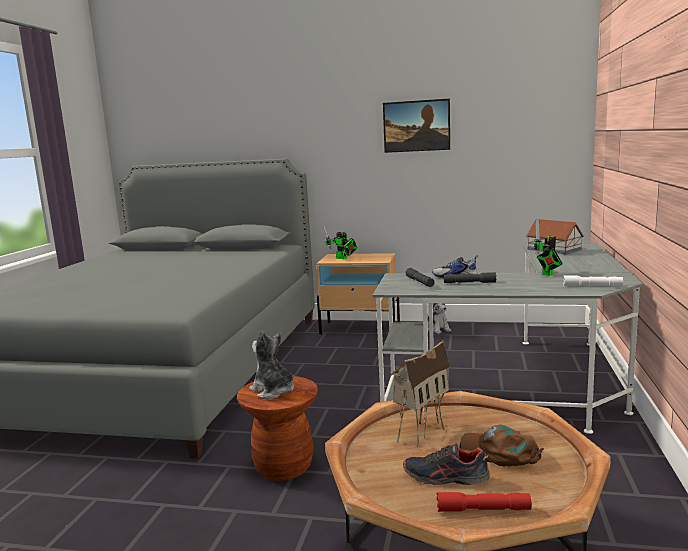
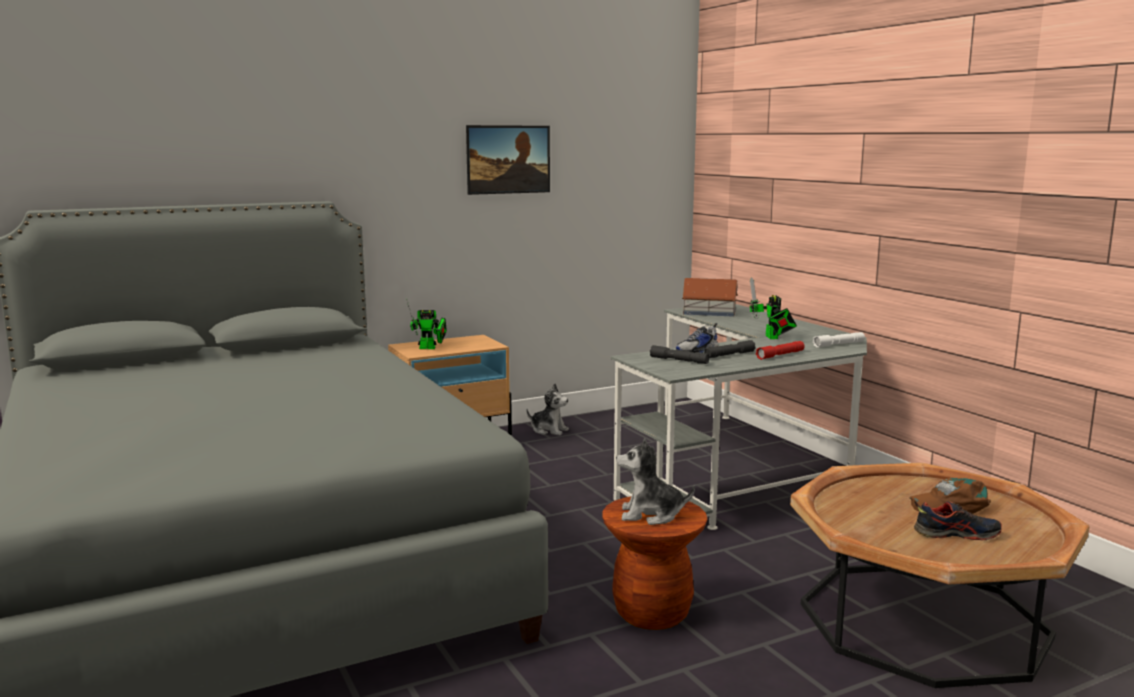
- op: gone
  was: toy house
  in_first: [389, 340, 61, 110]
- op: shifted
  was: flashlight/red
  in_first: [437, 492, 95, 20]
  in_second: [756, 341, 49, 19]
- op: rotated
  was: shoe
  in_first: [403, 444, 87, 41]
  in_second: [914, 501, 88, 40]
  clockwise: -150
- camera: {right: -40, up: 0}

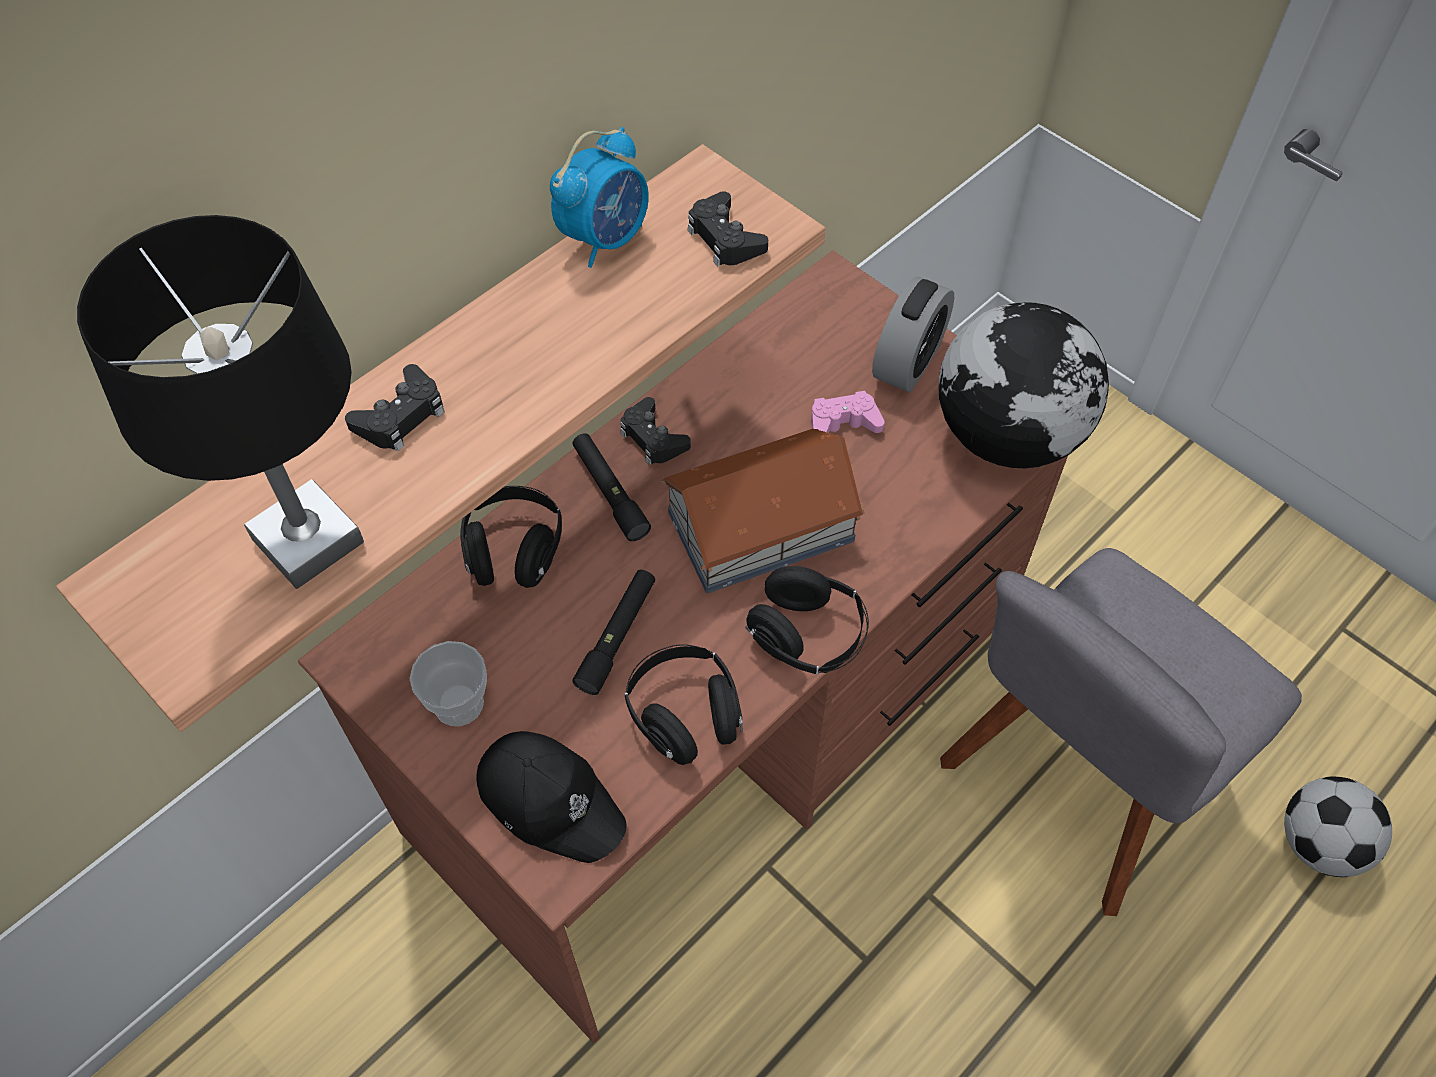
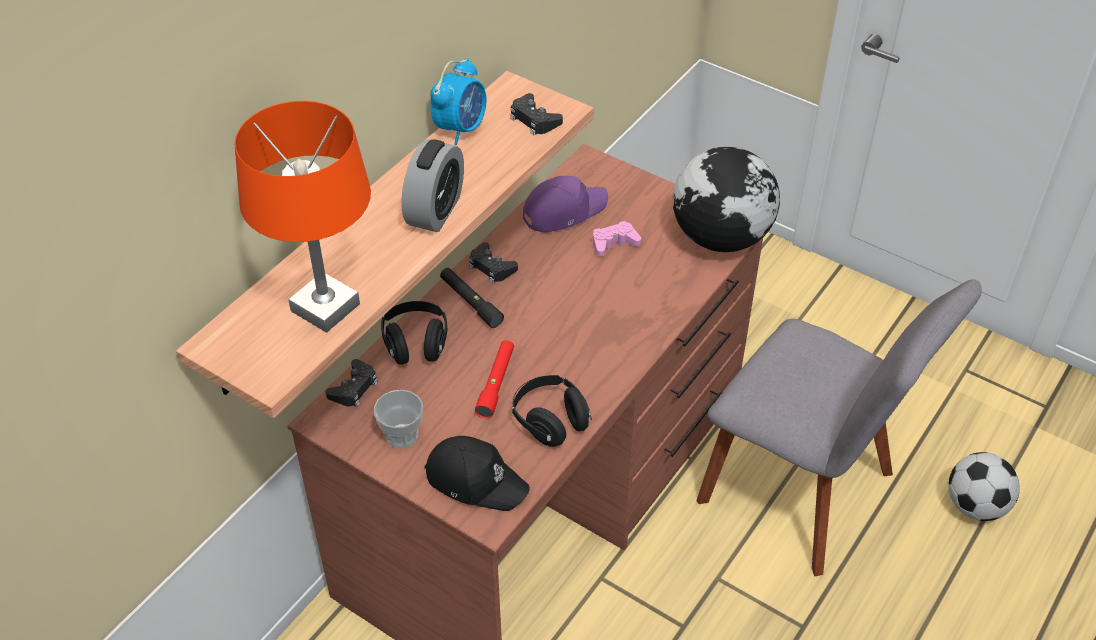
- op: gone
  was: toy house
  in_first: [660, 429, 205, 164]
- op: gone
  was: headphones/black
  in_first: [745, 566, 124, 108]
- op: new
  now: cap/purple
  in_second: [523, 176, 85, 56]
- op: shifted
  was: game controller/black
  in_first: [345, 364, 99, 88]
  in_second: [325, 359, 53, 48]
- op: shifted
  was: alarm clock
  in_first: [872, 276, 82, 116]
  in_second: [401, 139, 63, 93]
- op: repainted
  was: table lamp/black
  now: table lamp/orange
  in_first: [77, 215, 287, 374]
  in_second: [234, 101, 137, 232]
- op: repainted
  was: flashlight/black
  now: flashlight/red
  in_first: [572, 570, 83, 125]
  in_second: [475, 340, 39, 78]
- op: rotated
  was: chair/grey
  in_first: [940, 548, 362, 368]
  in_second: [697, 279, 285, 297]
  clockwise: -90
- camera: {right: -10, up: -10}

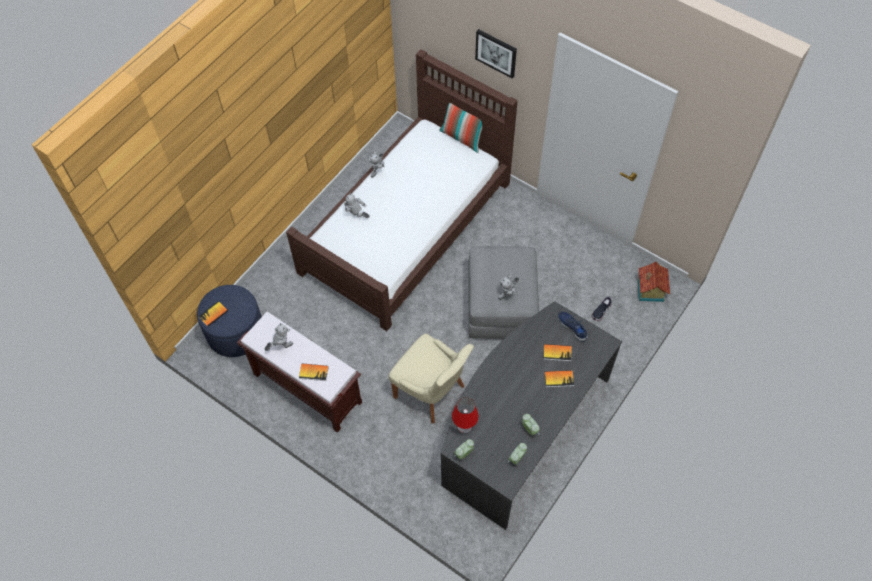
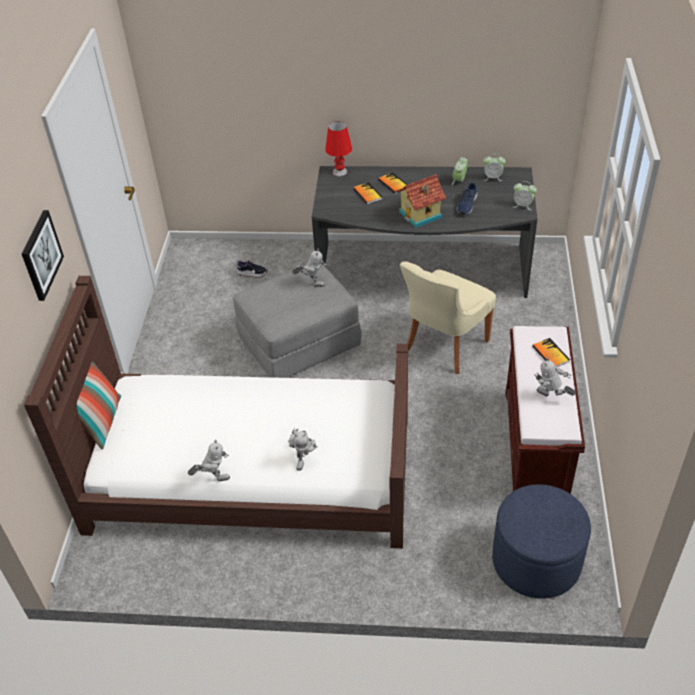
- op: gone
  was: book
  in_first: [198, 301, 30, 26]
- op: shifted
  was: table lamp/red
  in_first: [452, 397, 27, 36]
  in_second: [325, 121, 27, 55]
- op: shifted
  was: shoe/blue
  in_first: [558, 312, 30, 30]
  in_second: [457, 182, 21, 33]
- op: shifted
  was: toy house
  in_first: [638, 261, 32, 41]
  in_second: [396, 174, 50, 54]
- op: rotated
  was: chair/beige
  in_first: [389, 334, 85, 90]
  in_second: [400, 261, 96, 113]
  clockwise: -150
- camera: {right: -120, up: -15}

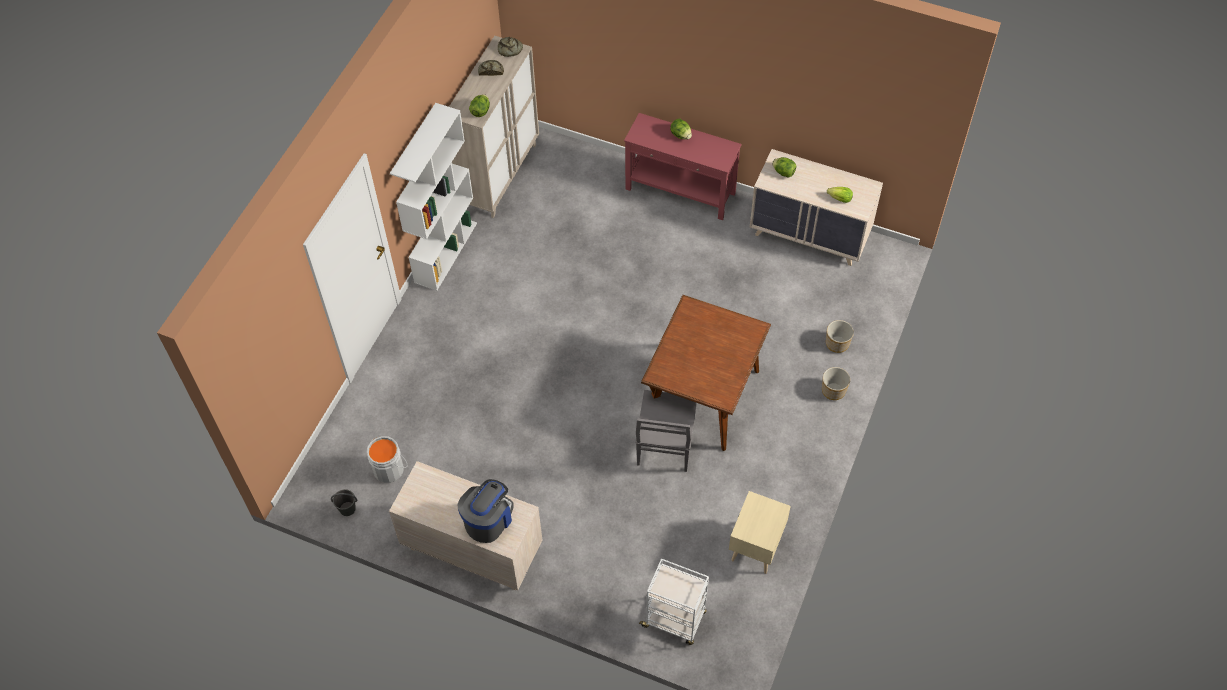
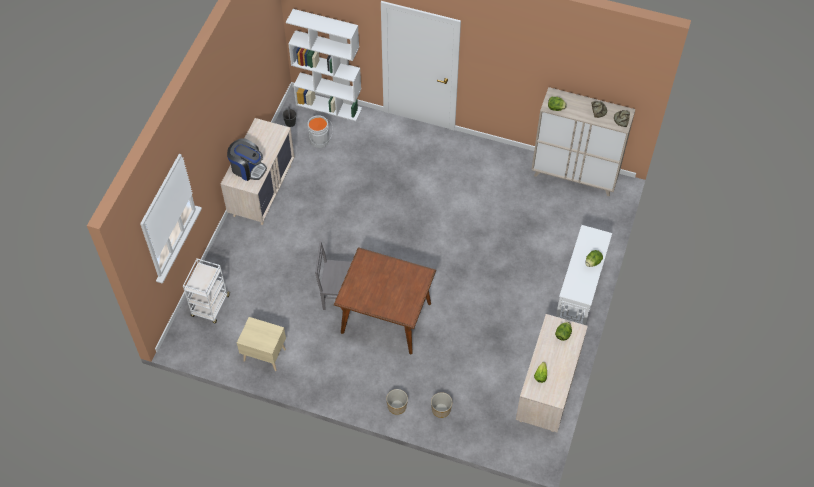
- op: shifted
  was: bookcase/white
  in_first: [390, 103, 87, 188]
  in_second: [286, 9, 76, 112]
- op: repainted
  was: console table/red
  now: console table/white
  in_first: [624, 113, 117, 107]
  in_second: [556, 225, 56, 100]
- camera: {right: 85, up: 0}

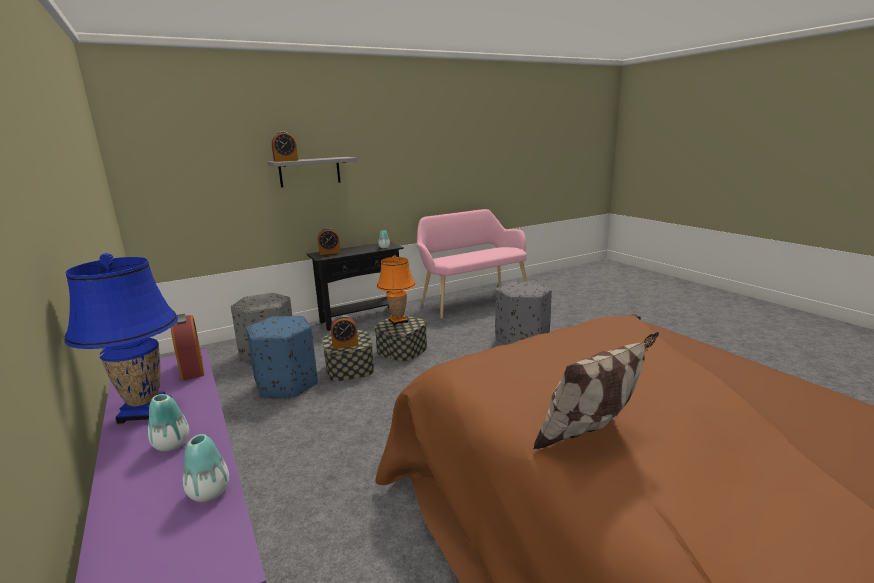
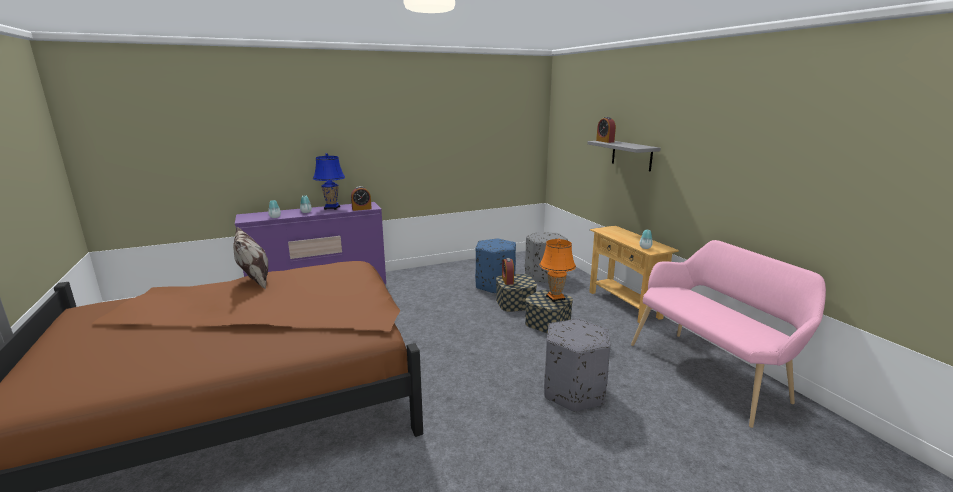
- op: gone
  was: alarm clock
  in_first: [318, 228, 22, 27]
- op: repainted
  was: console table/black
  now: console table/beige
  in_first: [307, 242, 97, 89]
  in_second: [589, 226, 90, 97]
- camera: {right: 95, up: 0}

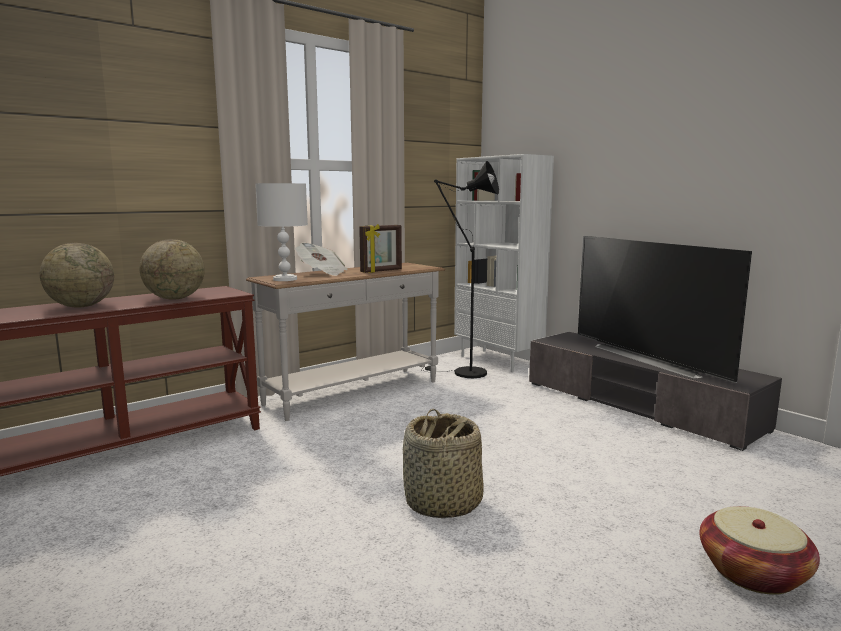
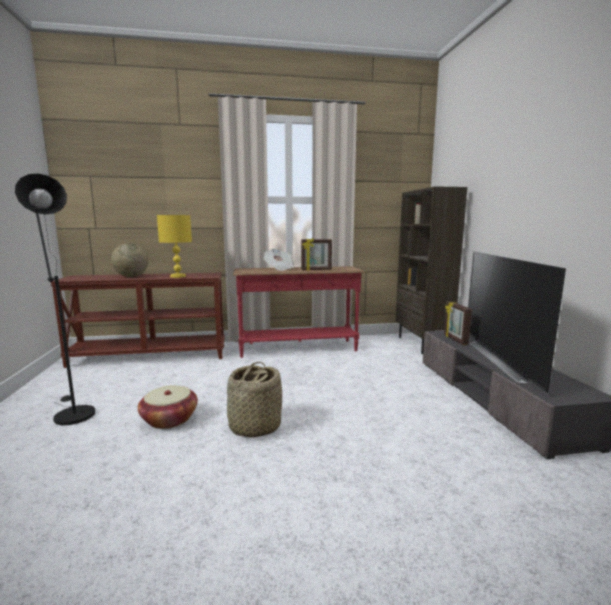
- op: gone
  was: table lamp/white
  in_first: [255, 183, 53, 98]
- op: new
  now: picture frame
  in_second: [444, 302, 28, 43]
- op: shifted
  was: floor lamp/black
  in_first: [422, 161, 77, 217]
  in_second: [15, 173, 80, 252]
- op: shifted
  was: basket
  in_first: [700, 506, 120, 89]
  in_second: [138, 385, 60, 44]
- op: swapped
  was: globe
  now: table lamp/yellow
  in_first: [139, 239, 66, 61]
  in_second: [157, 215, 35, 63]
- op: repainted
  was: console table/white
  now: console table/red
  in_first: [246, 263, 199, 158]
  in_second: [233, 266, 132, 92]
- op: repainted
  was: bookcase/white
  now: bookcase/brown
  in_first: [454, 154, 100, 218]
  in_second: [396, 186, 71, 168]
- camera: {right: 30, up: 0}

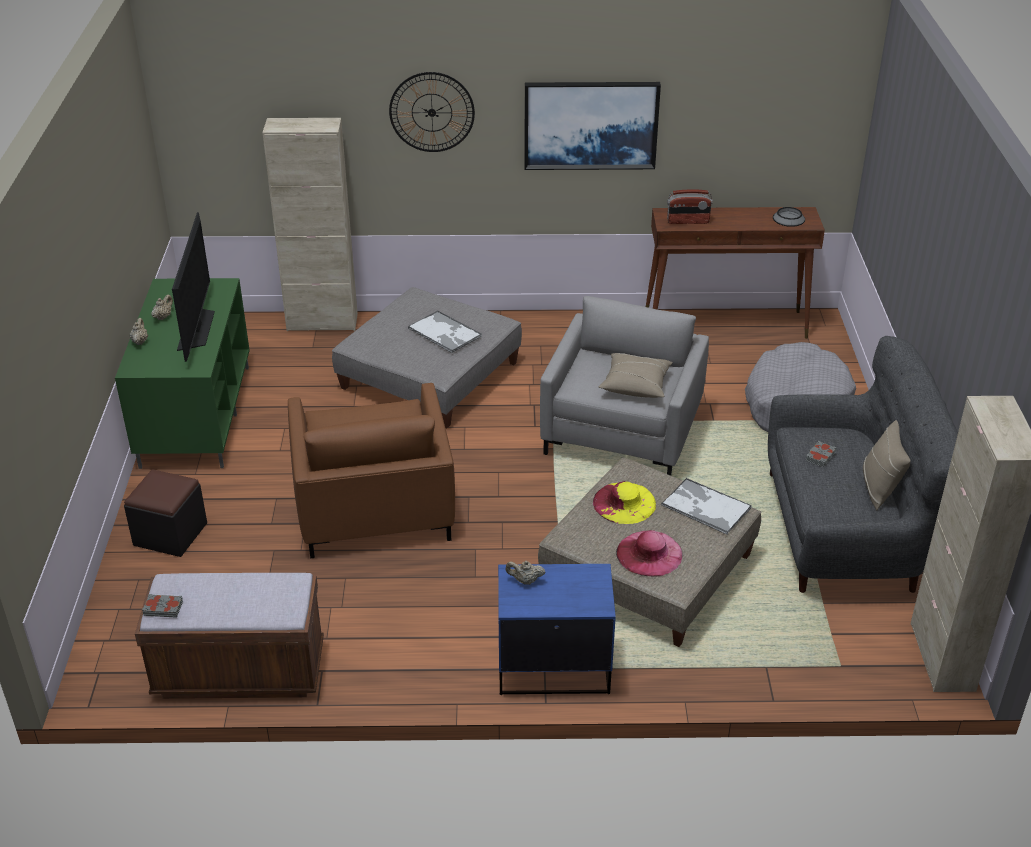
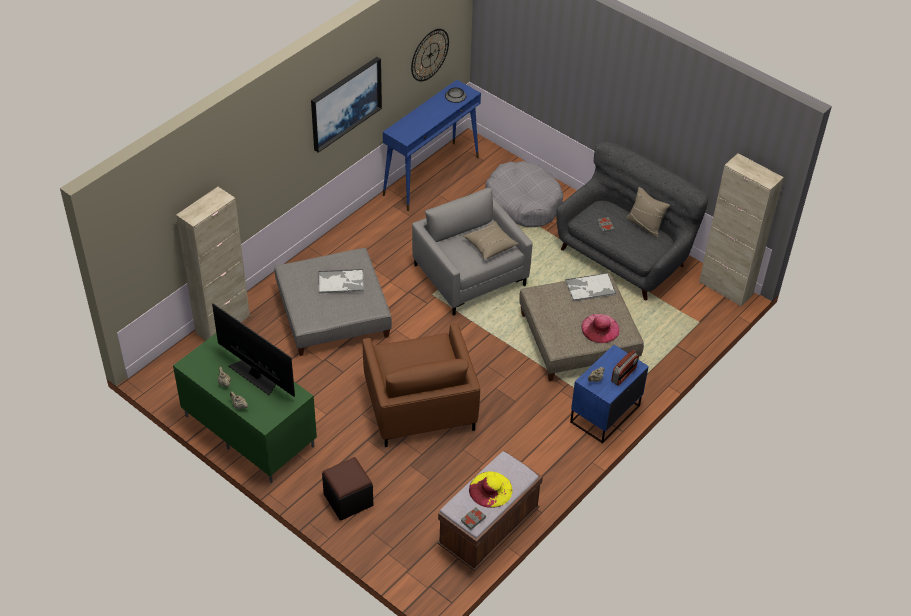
- op: shifted
  was: wall clock
  in_first: [389, 72, 86, 80]
  in_second: [411, 29, 38, 52]
- op: shifted
  was: hat/yellow
  in_first: [593, 481, 63, 43]
  in_second: [469, 471, 43, 37]
- op: shifted
  was: radio
  in_first: [667, 190, 46, 34]
  in_second: [611, 350, 28, 36]
- op: repainted
  was: console table/brown
  now: console table/blue
  in_first: [646, 207, 179, 132]
  in_second: [383, 80, 98, 131]
- op: rotated
  was: armchair/brown
  in_first: [288, 383, 167, 175]
  in_second: [362, 323, 118, 124]
  clockwise: 45
- camera: {right: -50, up: 10}

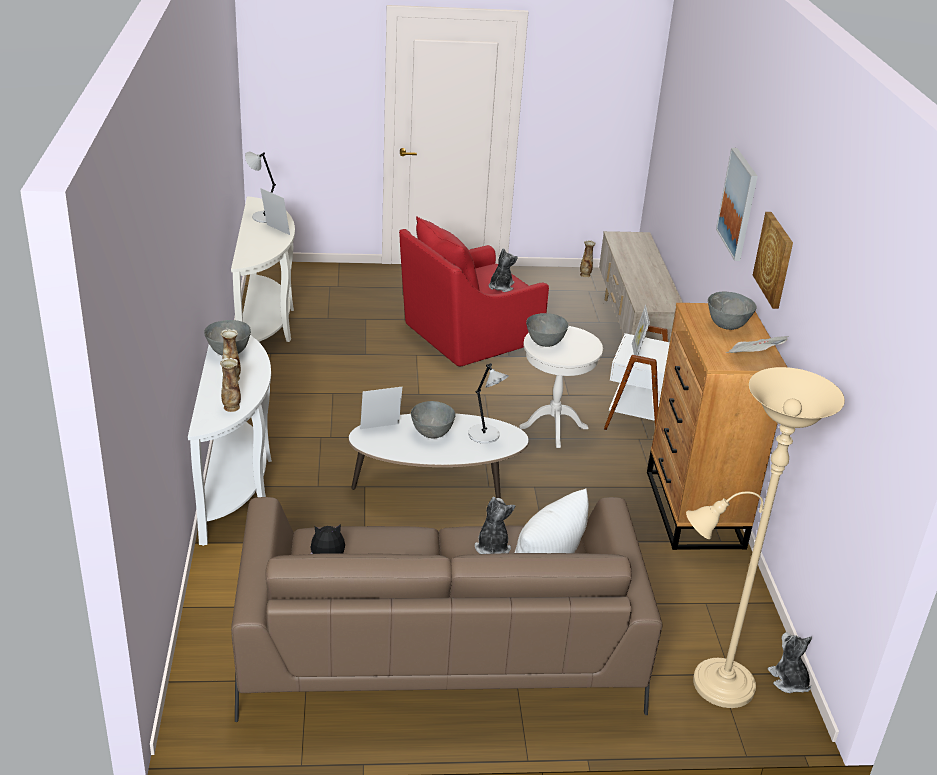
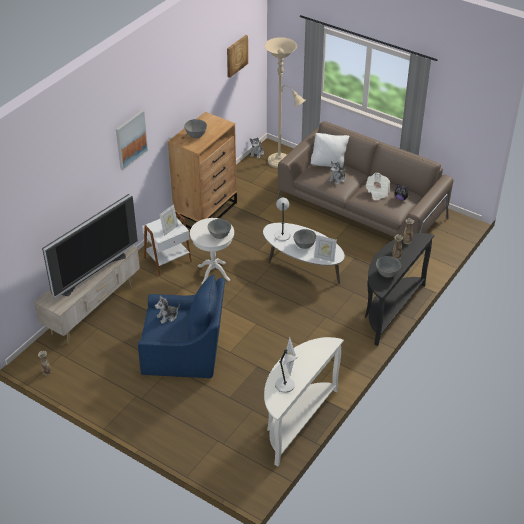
- op: new
  now: television
  in_second: [42, 194, 96, 104]
- op: shifted
  was: newspaper
  in_first: [726, 336, 63, 17]
  in_second: [366, 173, 24, 28]
- op: shifted
  was: picture
  in_first: [753, 212, 40, 97]
  in_second: [227, 35, 21, 43]
- op: repainted
  was: console table/white
  now: console table/black
  in_first: [188, 335, 84, 211]
  in_second: [365, 233, 69, 113]
- op: repainted
  was: armchair/red
  now: armchair/blue
  in_first: [399, 216, 150, 150]
  in_second: [138, 274, 87, 104]
- camera: {right: -140, up: 10}

